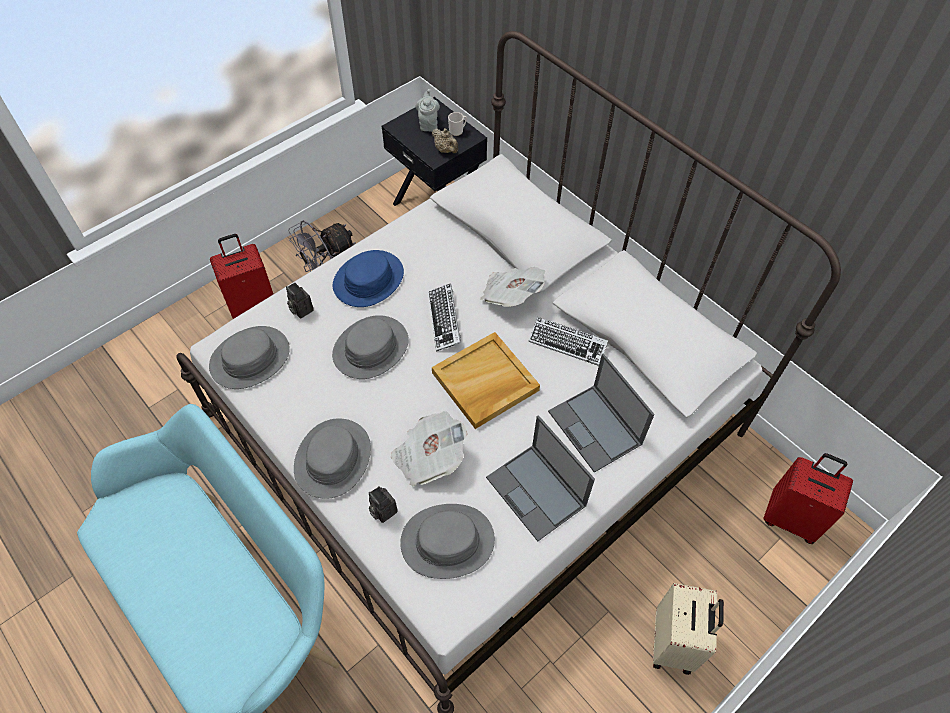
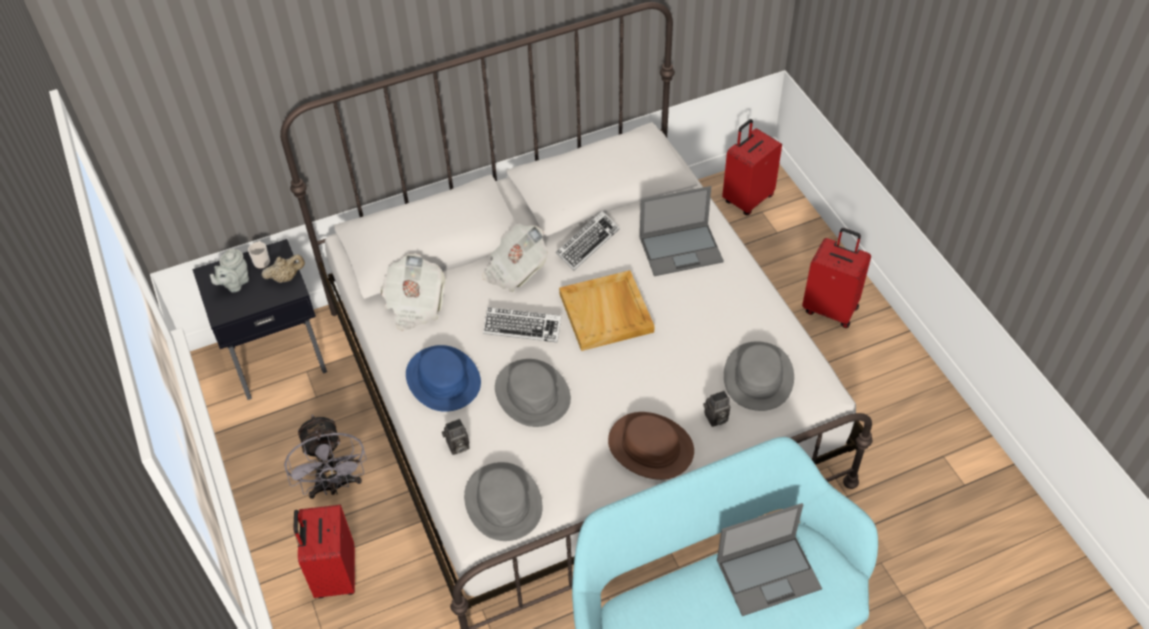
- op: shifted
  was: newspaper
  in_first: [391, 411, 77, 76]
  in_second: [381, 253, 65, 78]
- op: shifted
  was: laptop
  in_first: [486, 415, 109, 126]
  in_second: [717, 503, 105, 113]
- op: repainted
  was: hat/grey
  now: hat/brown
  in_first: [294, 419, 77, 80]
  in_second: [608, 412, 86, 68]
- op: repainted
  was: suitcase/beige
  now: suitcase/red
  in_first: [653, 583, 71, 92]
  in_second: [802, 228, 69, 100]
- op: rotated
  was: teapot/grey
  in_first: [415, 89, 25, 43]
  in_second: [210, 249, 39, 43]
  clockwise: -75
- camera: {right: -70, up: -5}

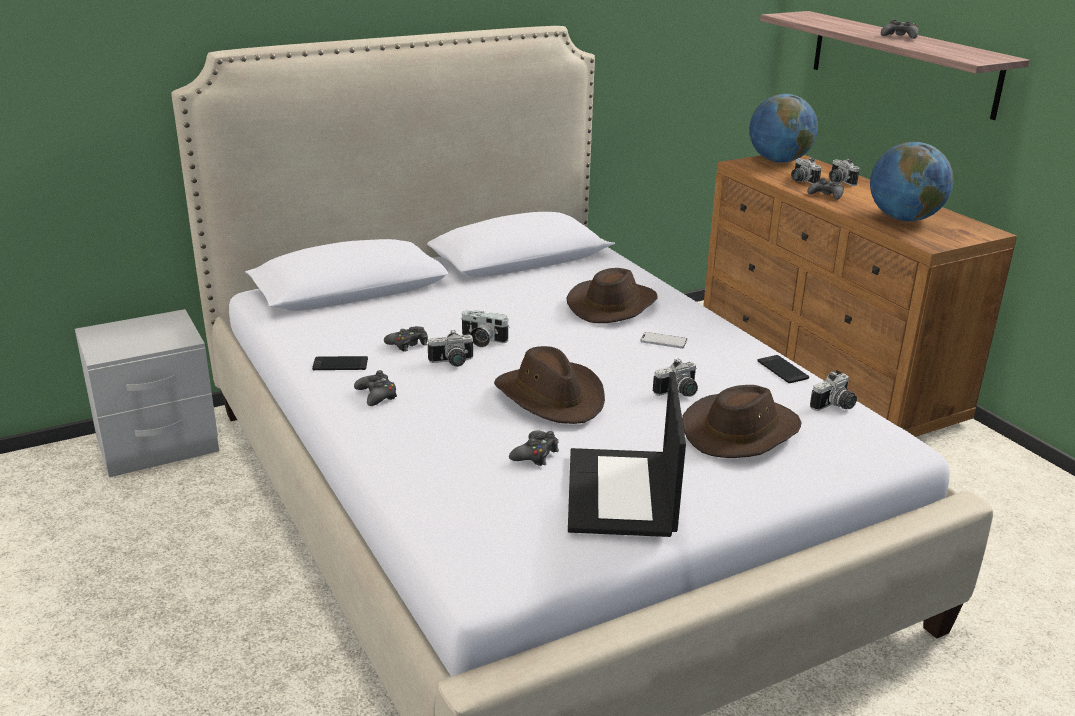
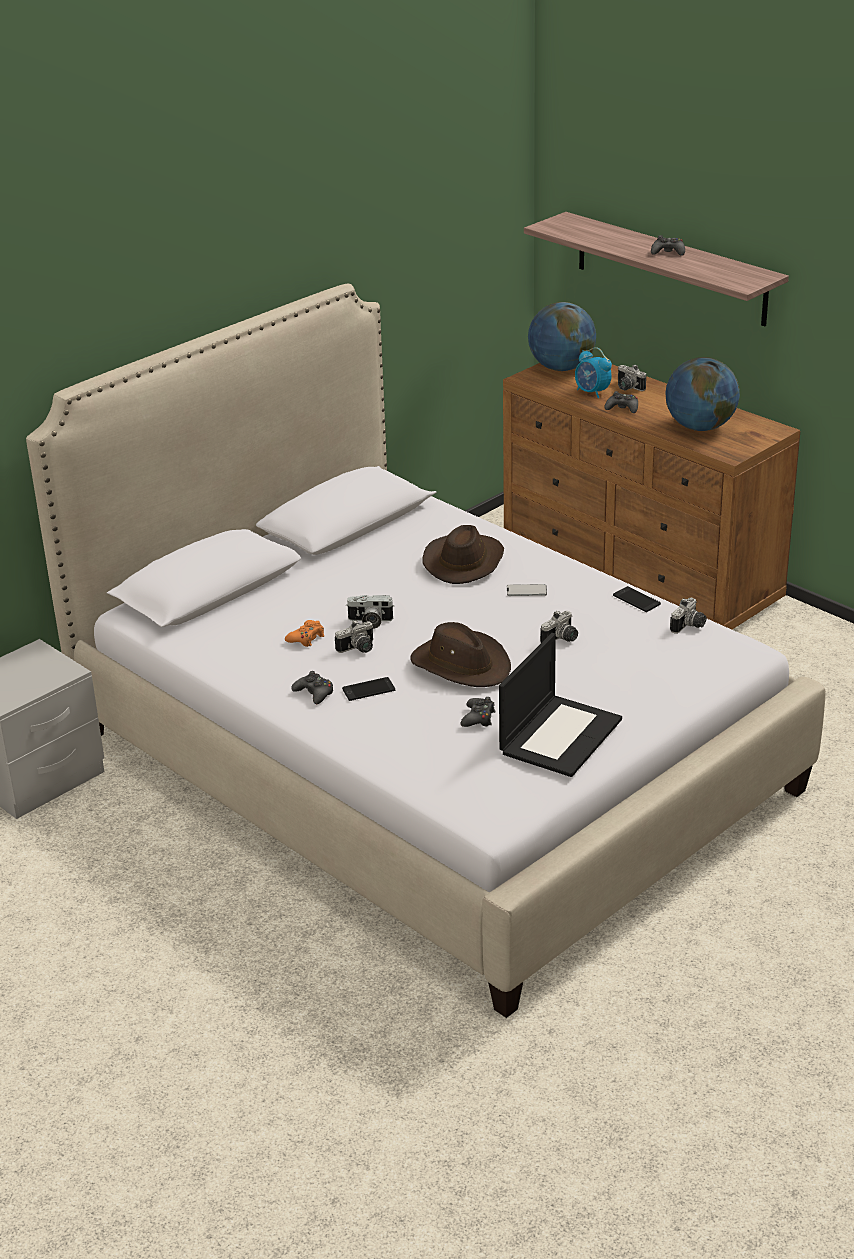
- op: gone
  was: hat/brown
  in_first: [682, 385, 119, 73]
- op: shifted
  was: phone
  in_first: [312, 356, 56, 14]
  in_second: [342, 677, 53, 24]
- op: swapped
  was: photo camera
  now: alarm clock
  in_first: [791, 158, 31, 26]
  in_second: [575, 347, 37, 51]
- op: repainted
  was: game controller/black
  now: game controller/orange
  in_first: [384, 326, 44, 25]
  in_second: [285, 620, 39, 27]
- op: rotated
  was: laptop
  in_first: [568, 372, 118, 165]
  in_second: [499, 633, 123, 144]
  clockwise: -135
- camera: {right: -15, up: 5}

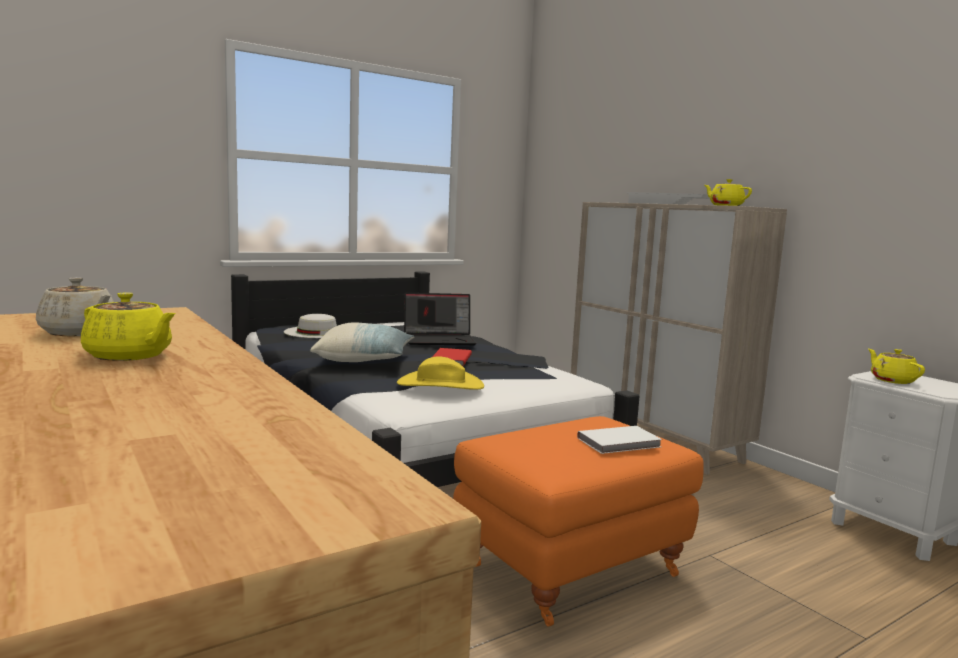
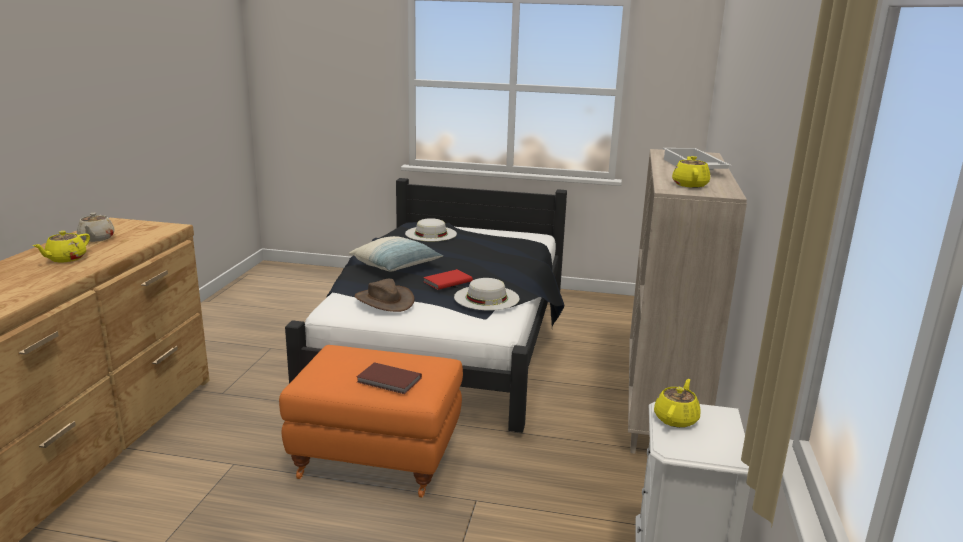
- op: gone
  was: laptop
  in_first: [404, 293, 72, 52]
- op: new
  now: hat/white
  in_second: [454, 278, 66, 33]
- op: repainted
  was: hat/yellow
  now: hat/brown
  in_first: [397, 356, 87, 34]
  in_second: [355, 279, 59, 33]
- op: repainted
  was: book/white
  now: book/brown
  in_first: [577, 426, 85, 28]
  in_second: [356, 362, 66, 32]
- op: rotated
  was: teapot/yellow
  in_first: [81, 292, 95, 69]
  in_second: [33, 231, 57, 31]
  clockwise: 45
- camera: {right: 45, up: 10}

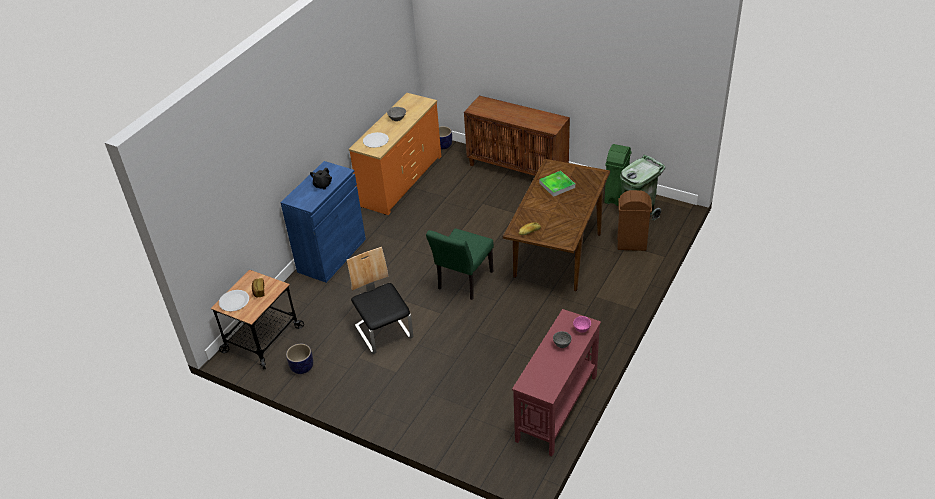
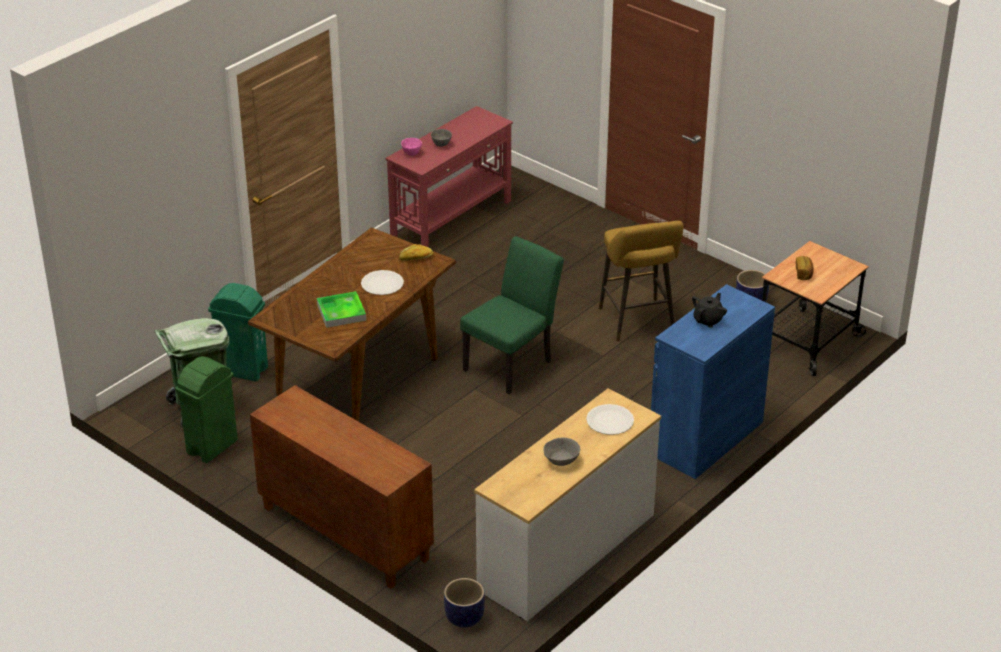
- op: shifted
  was: plate/white
  in_first: [219, 290, 30, 21]
  in_second: [361, 270, 43, 25]
- op: swapped
  was: chair
  now: stool/yellow
  in_first: [346, 247, 67, 107]
  in_second: [599, 221, 85, 120]
- op: repainted
  was: dresser/orange
  now: dresser/white
  in_first: [349, 93, 92, 122]
  in_second: [474, 388, 187, 233]
- op: repainted
  was: trash can/brown
  now: trash can/green
  in_first: [617, 190, 35, 61]
  in_second: [208, 283, 60, 99]
- camera: {right: -170, up: -5}

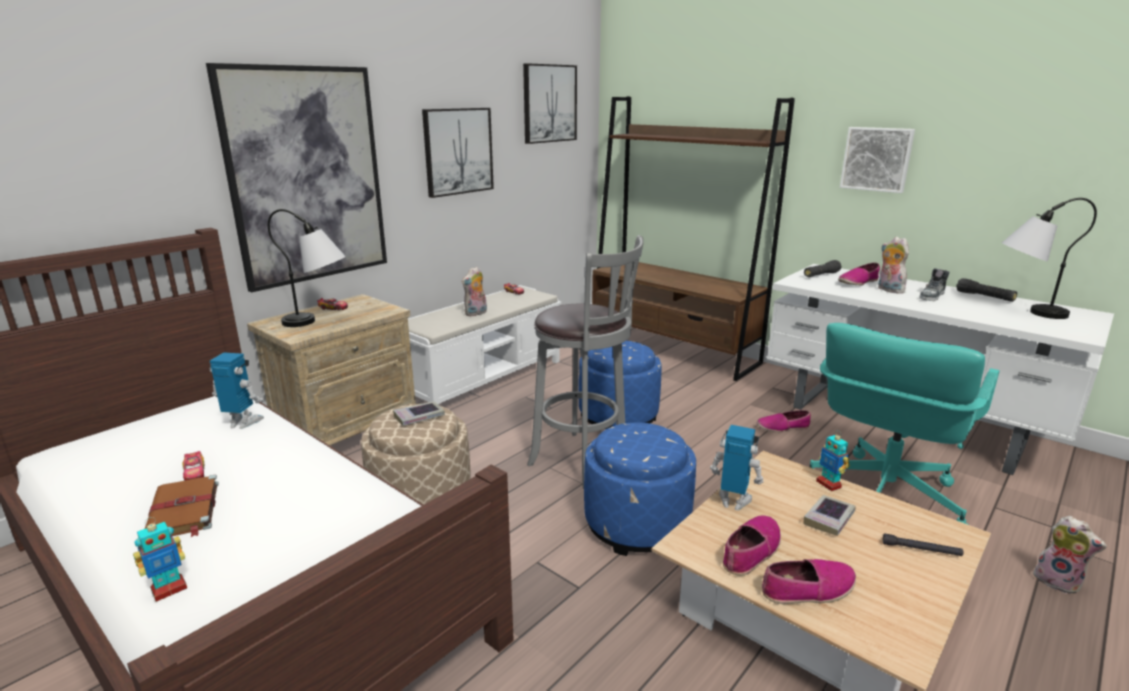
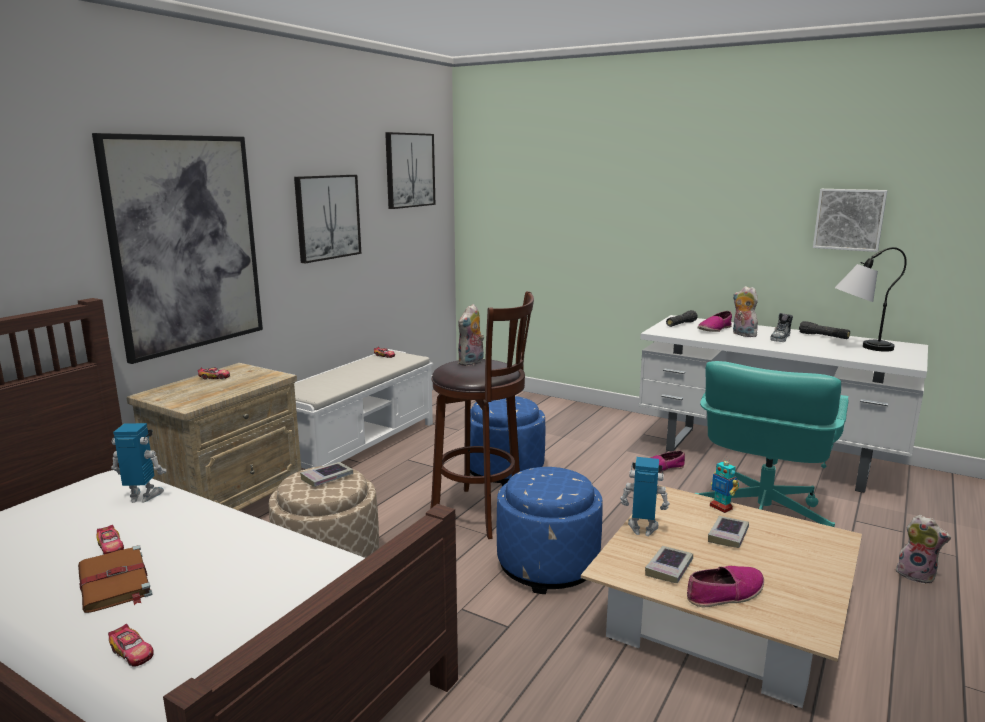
- op: gone
  was: table lamp
  in_first: [268, 209, 78, 118]
- op: gone
  was: bookcase/brown
  in_first: [592, 96, 203, 285]
- op: gone
  was: flashlight/black
  in_first: [883, 533, 81, 23]
- op: shifted
  was: plush toy
  in_first: [461, 266, 26, 50]
  in_second: [458, 304, 26, 62]
- op: shifted
  was: picture
  in_first: [840, 127, 75, 66]
  in_second: [813, 189, 75, 63]
- op: swapped
  was: toy robot
  now: toy car
  in_first: [133, 517, 54, 85]
  in_second: [108, 624, 46, 43]
- op: swapped
  was: shoe
  now: book
  in_first: [723, 515, 58, 61]
  in_second: [645, 546, 48, 37]
- op: repainted
  was: stool/grey
  now: stool/brown
  in_first: [527, 235, 117, 254]
  in_second: [430, 291, 104, 248]
- camera: {right: -10, up: -5}

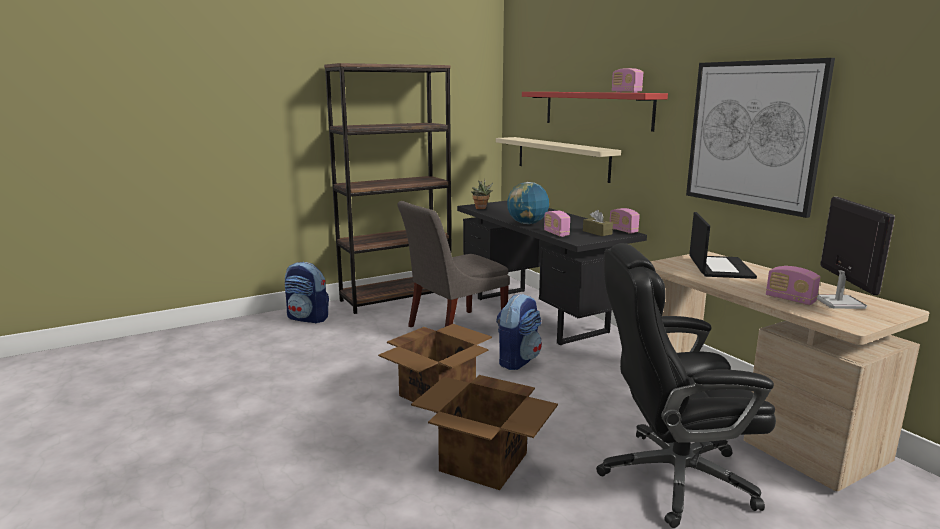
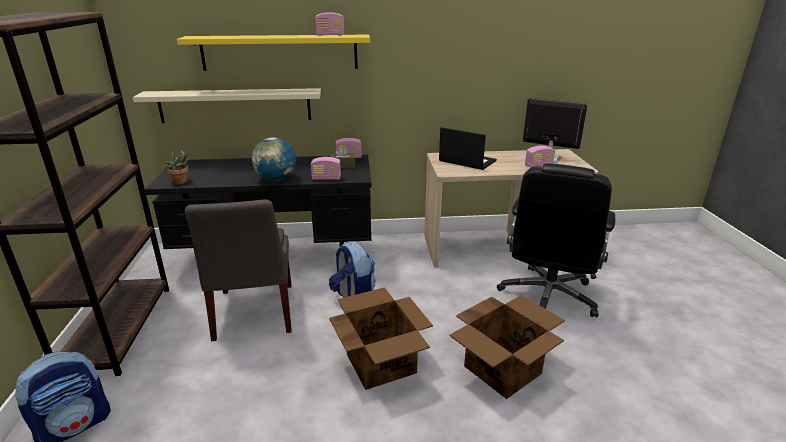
- op: gone
  was: picture
  in_first: [686, 58, 149, 160]
- op: repainted
  was: shelf/red
  now: shelf/yellow
  in_first: [522, 92, 146, 40]
  in_second: [177, 35, 193, 36]
- camera: {right: -65, up: 10}

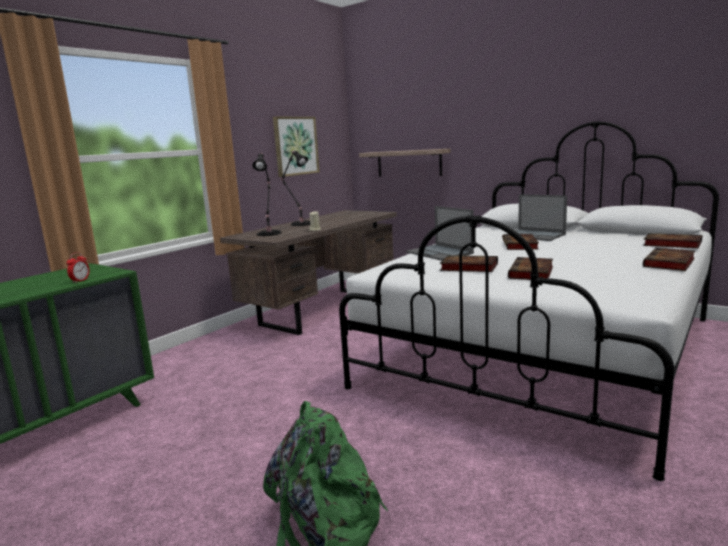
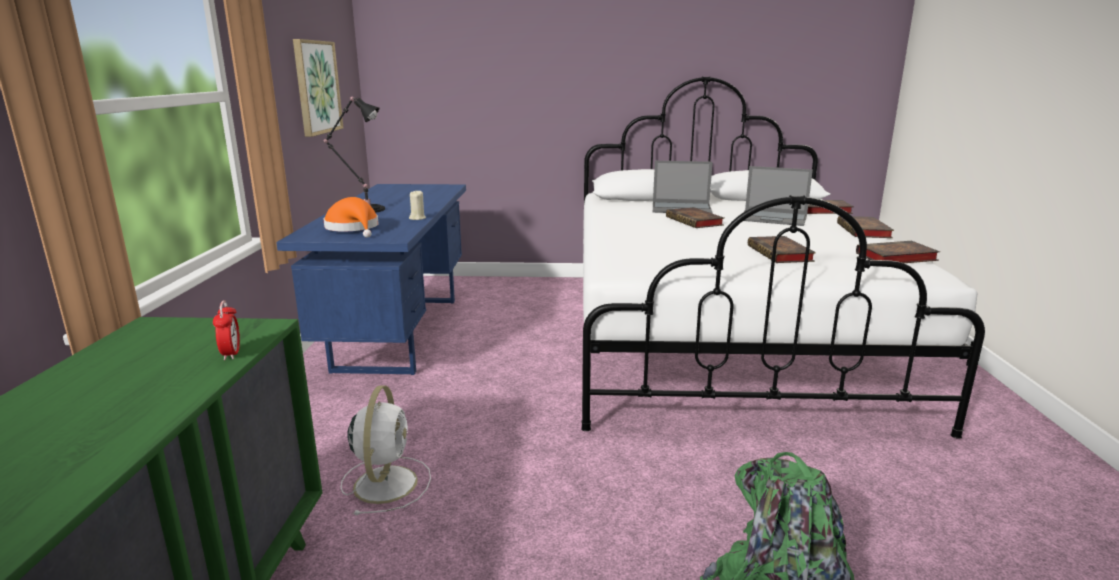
- op: gone
  was: shelf
  in_first: [359, 149, 92, 28]
- op: new
  now: fan/white
  in_second: [341, 386, 90, 129]
- op: shifted
  was: laptop
  in_first: [406, 206, 68, 55]
  in_second: [744, 166, 69, 60]
- op: shifted
  was: book
  in_first: [440, 255, 58, 17]
  in_second: [856, 241, 84, 22]
- op: swapped
  was: table lamp/black
  now: hat/orange
  in_first: [252, 153, 30, 83]
  in_second: [323, 197, 56, 41]
- op: repainted
  was: desk/brown
  now: desk/blue
  in_first: [220, 210, 177, 125]
  in_second: [276, 184, 190, 191]
- camera: {right: -35, up: 5}

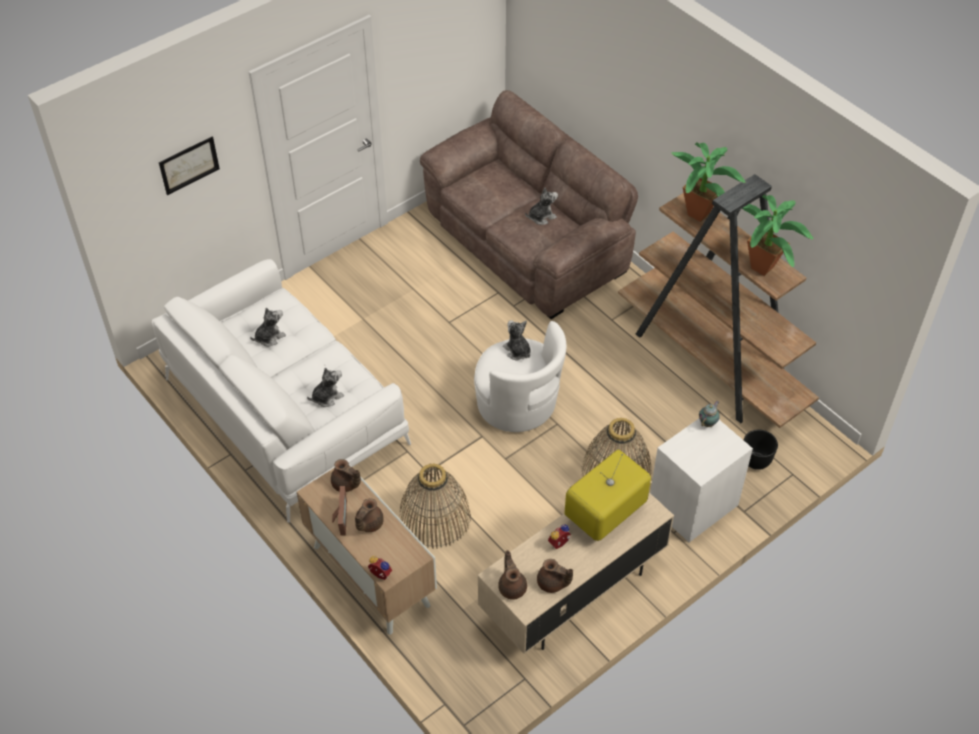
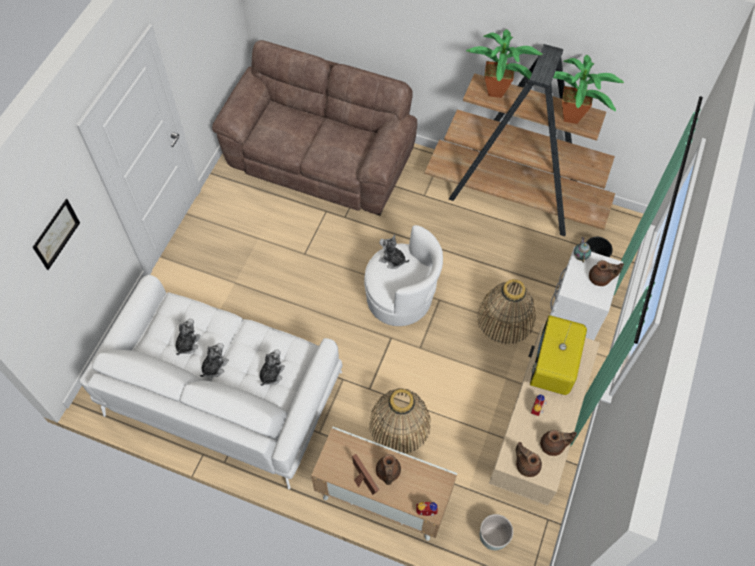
- op: new
  now: planter/grey
  in_second: [480, 514, 33, 36]
- op: shifted
  was: teapot/brown
  in_first: [331, 459, 30, 33]
  in_second: [589, 260, 35, 26]
- op: shifted
  was: plush toy
  in_first: [525, 188, 33, 37]
  in_second: [200, 343, 29, 34]
- camera: {right: -30, up: 10}

